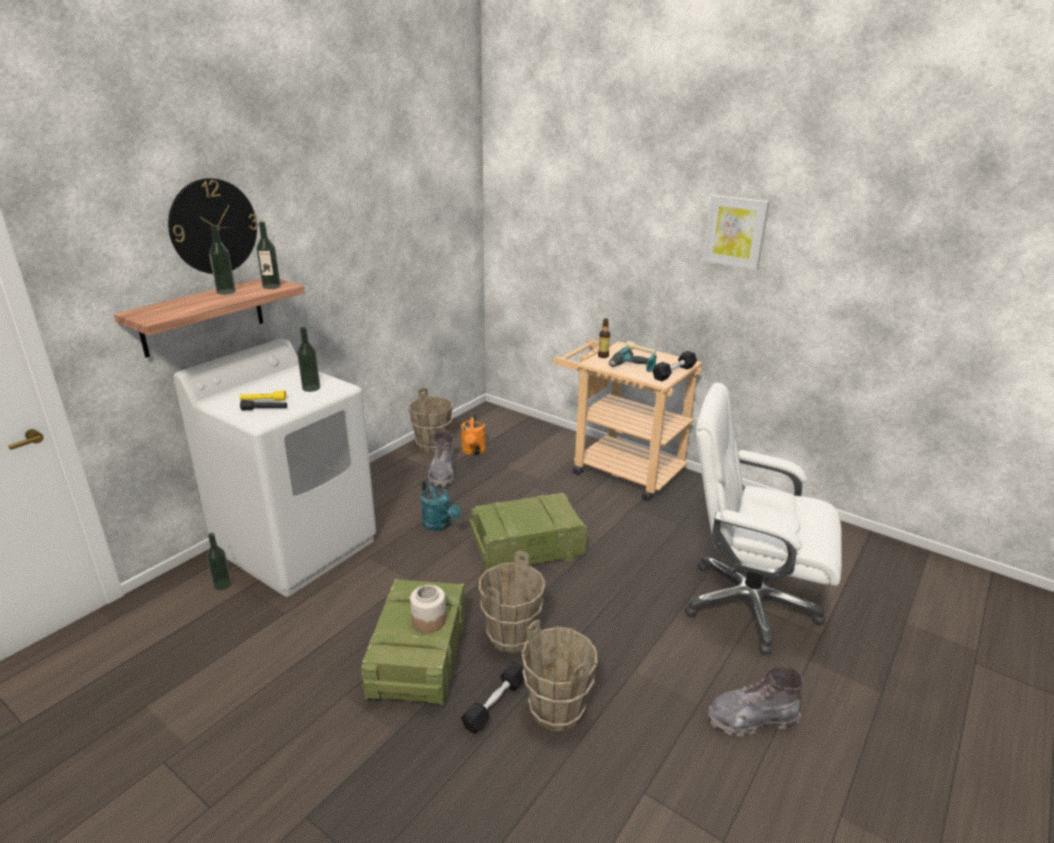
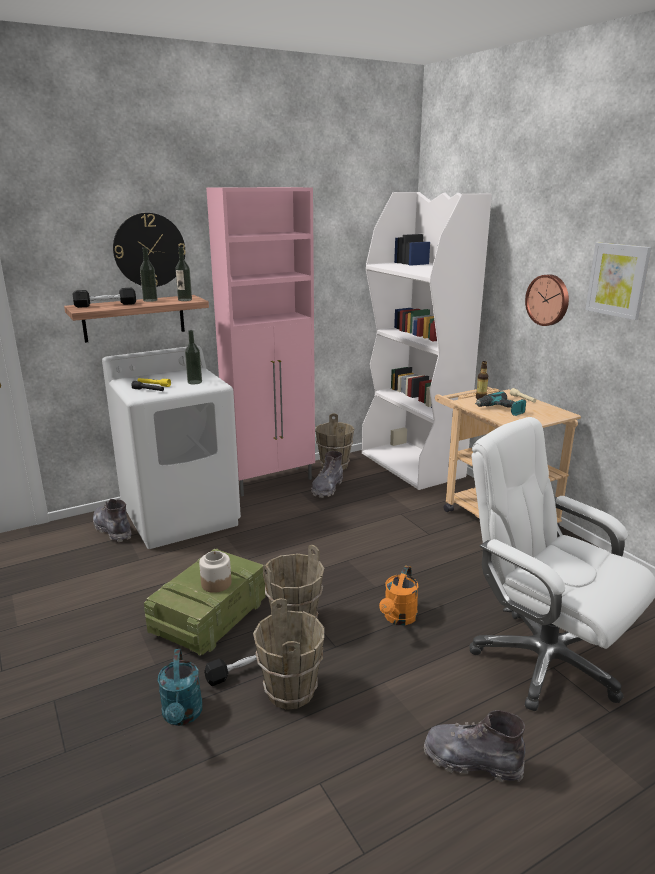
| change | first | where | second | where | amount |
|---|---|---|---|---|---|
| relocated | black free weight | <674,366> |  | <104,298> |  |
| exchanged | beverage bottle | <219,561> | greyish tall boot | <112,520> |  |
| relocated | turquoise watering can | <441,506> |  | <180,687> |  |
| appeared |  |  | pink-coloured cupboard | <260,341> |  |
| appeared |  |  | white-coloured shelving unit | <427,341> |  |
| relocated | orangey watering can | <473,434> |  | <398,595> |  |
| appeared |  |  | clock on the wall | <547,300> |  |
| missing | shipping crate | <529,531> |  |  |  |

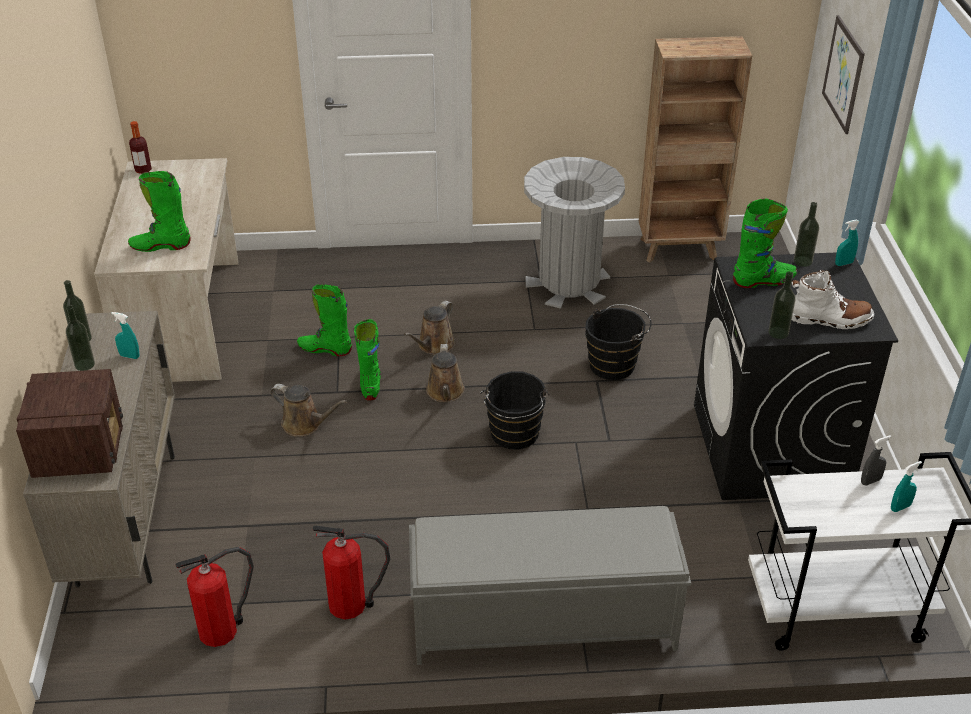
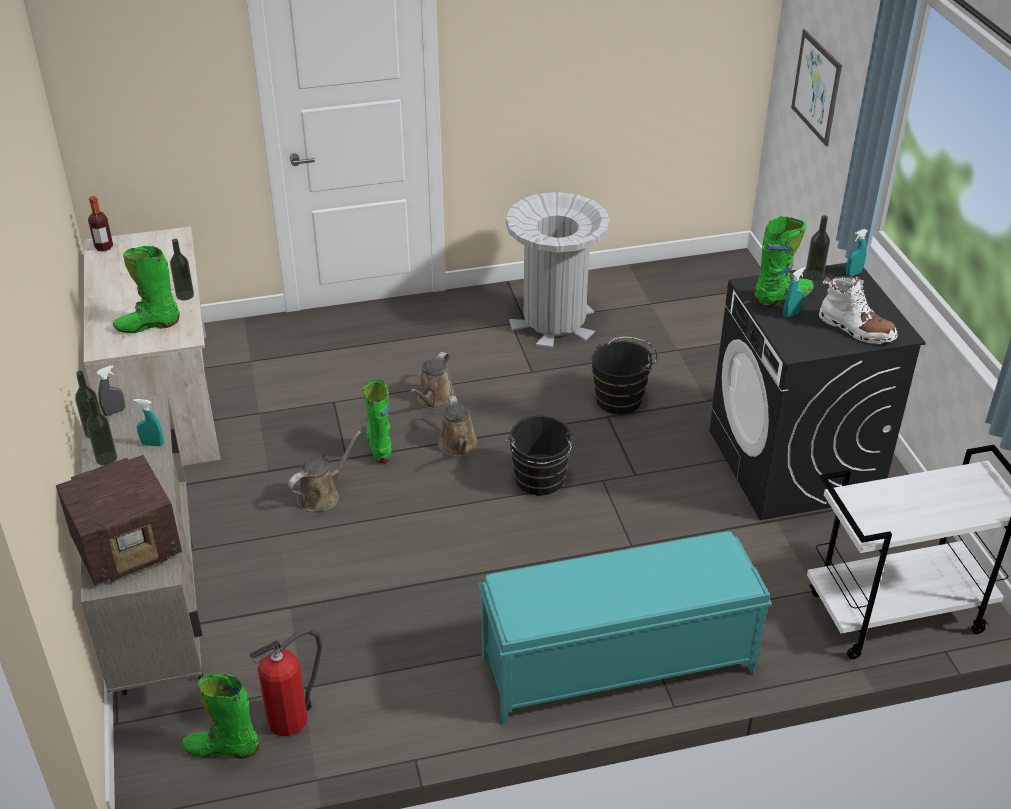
| change | first | where | second | where | amount |
|---|---|---|---|---|---|
| spun | radio receiver | <69,423> |  | <119,520> | 75 degrees clockwise |
| relocated | greyish sprayer | <876,460> |  | <111,390> |  |
| relocated | beverage bottle | <781,305> |  | <182,269> |  |
| relocated | green tall boot | <324,320> |  | <220,716> |  |
| spun | brown-coloured watering can | <308,410> |  | <324,471> | 60 degrees counterclockwise |
| colour | greyish indoor bench | <550,585> | turquoise indoor bench | <625,627> |  |
| relocated | turquoise sprayer | <906,486> |  | <794,292> |  |
| spun | white-coloured tall boot | <833,299> |  | <858,310> | 45 degrees clockwise |
| missing | extinguisher | <351,573> |  |  |  |
| missing | brown-coloured shelving unit | <695,149> |  |  |  |

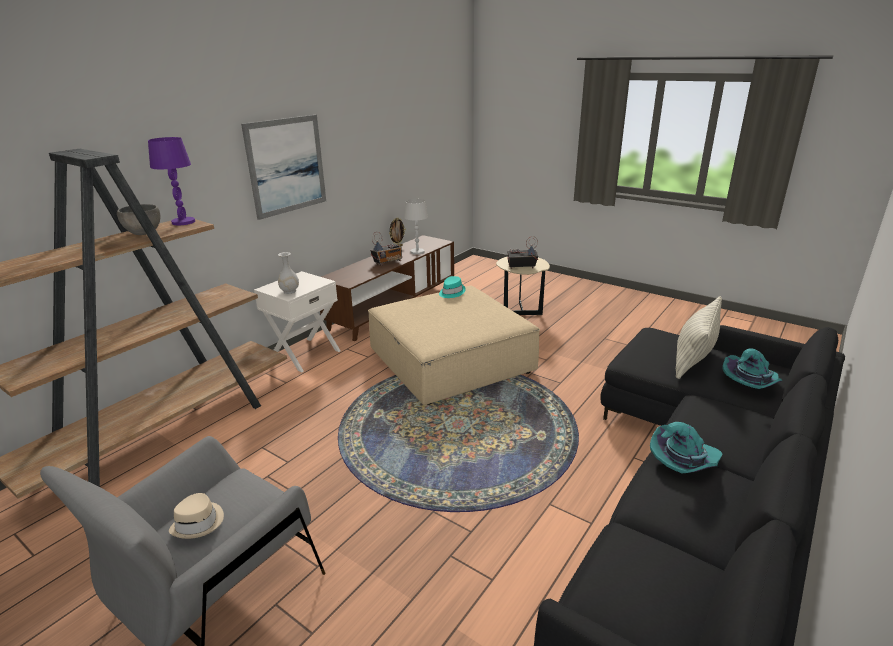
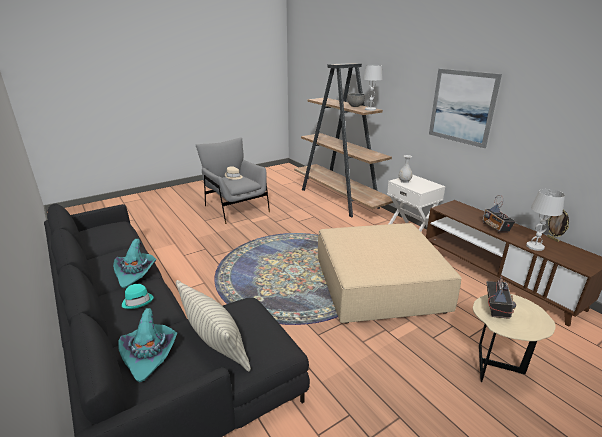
| change | first | where | second | where | amount |
|---|---|---|---|---|---|
| relocated | turquoise wearable hat | <452,287> |  | <138,296> |  |
| colour | purple tabletop lamp | <171,181> | white-coloured tabletop lamp | <373,88> |  |

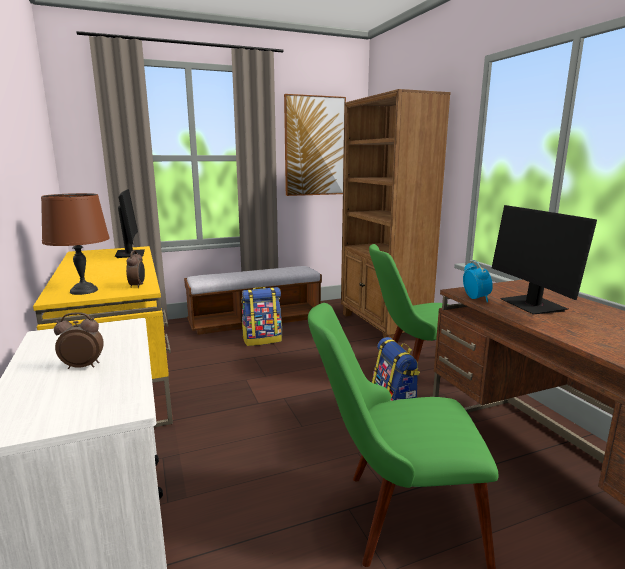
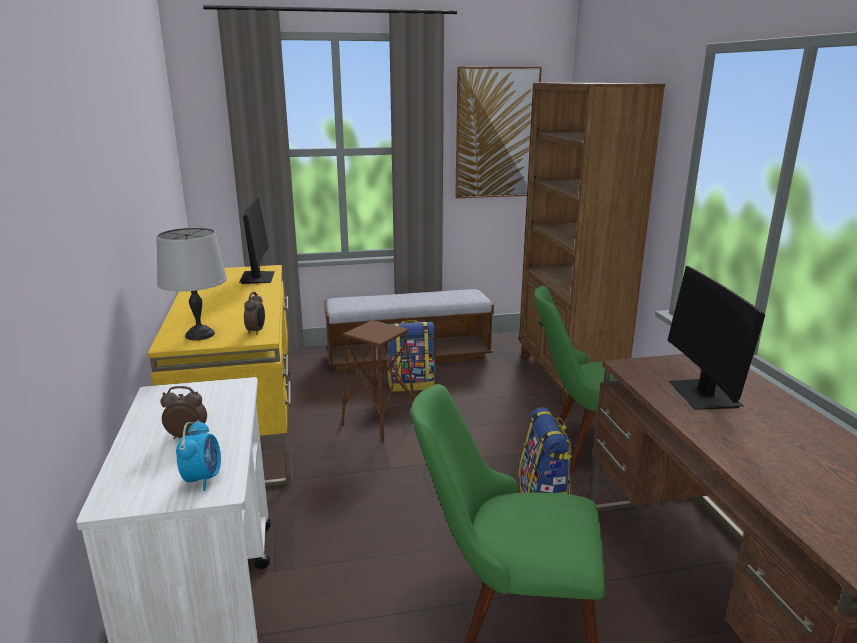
| change | first | where | second | where | amount |
|---|---|---|---|---|---|
| colour | brown-coloured tabletop lamp | <75,244> | greyish tabletop lamp | <191,284> |  |
| relocated | bedside clock | <478,281> |  | <198,455> |  |
| appeared |  |  | brown-coloured stool | <378,381> |  |

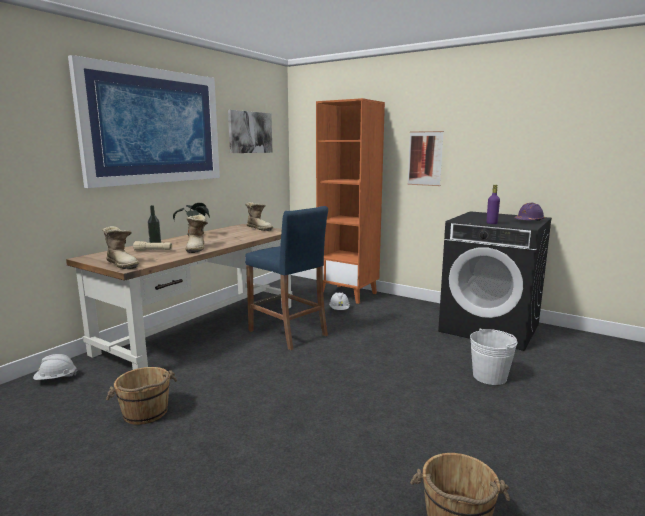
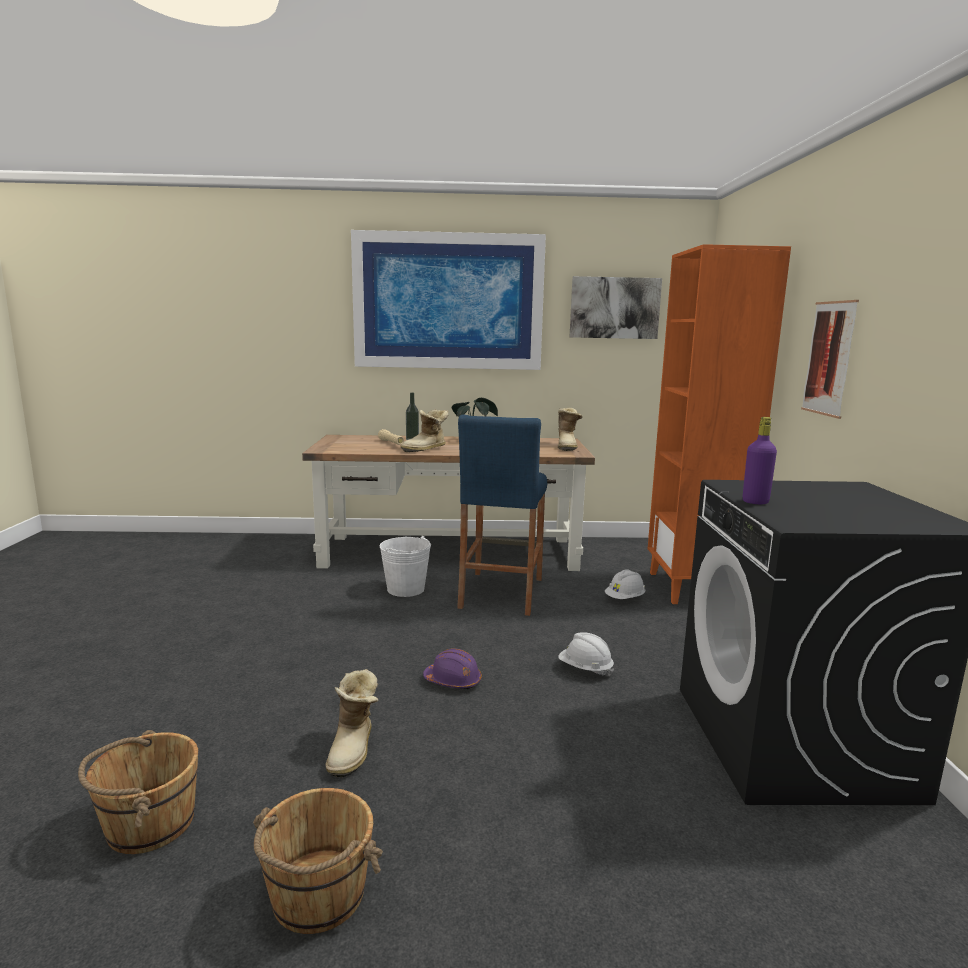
| change | first | where | second | where | amount |
|---|---|---|---|---|---|
| relocated | brown-coloured pail | <141,396> |  | <318,861> |  |
| relocated | tall boot | <120,247> |  | <352,723> |  |
| relocated | white-coloured pail | <494,356> |  | <405,566> |  |
| relocated | purple work helmet | <529,211> |  | <452,668> |  |
| relocated | white-coloured work helmet | <55,367> |  | <586,654> |  |

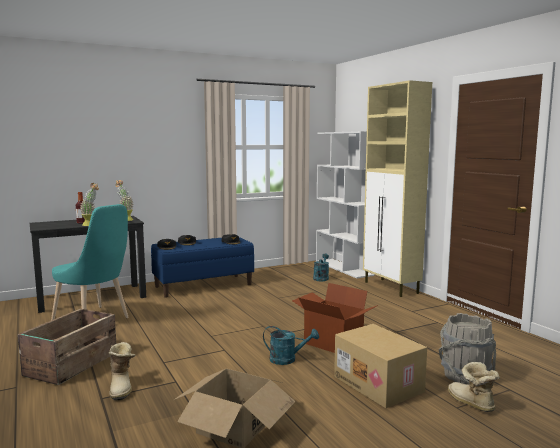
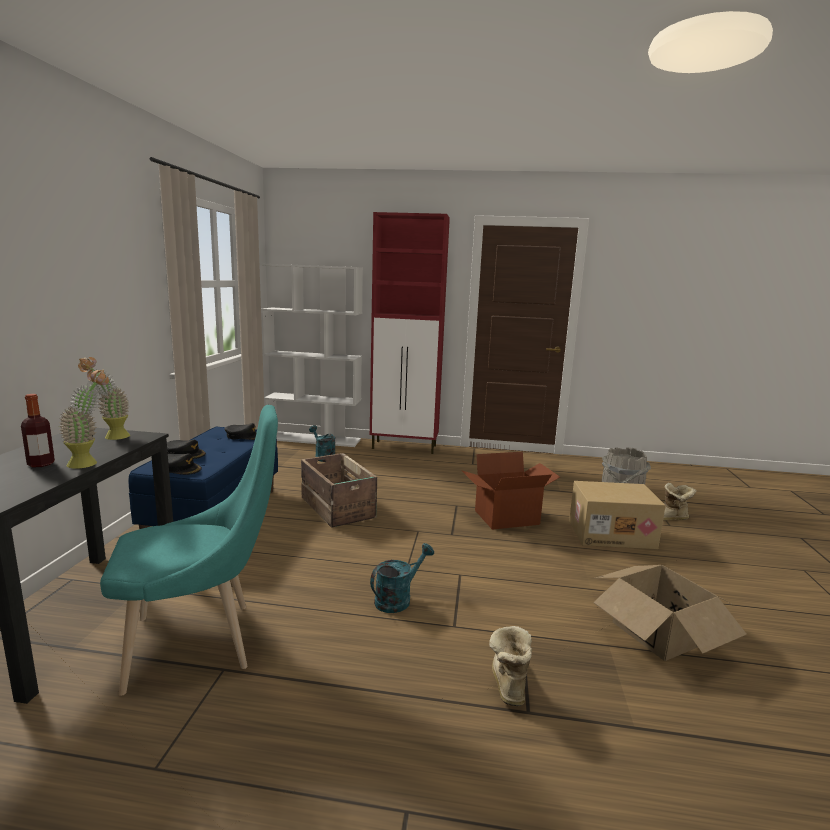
| change | first | where | second | where | amount |
|---|---|---|---|---|---|
| relocated | shipping crate | <67,347> |  | <339,490> |  |
| colour | beige-coloured cupboard | <397,188> | reddish cupboard | <410,333> |  |
| relocated | turquoise watering can | <291,345> |  | <402,578> |  |
| spun | tall boot | <122,371> |  | <510,666> | 105 degrees counterclockwise |

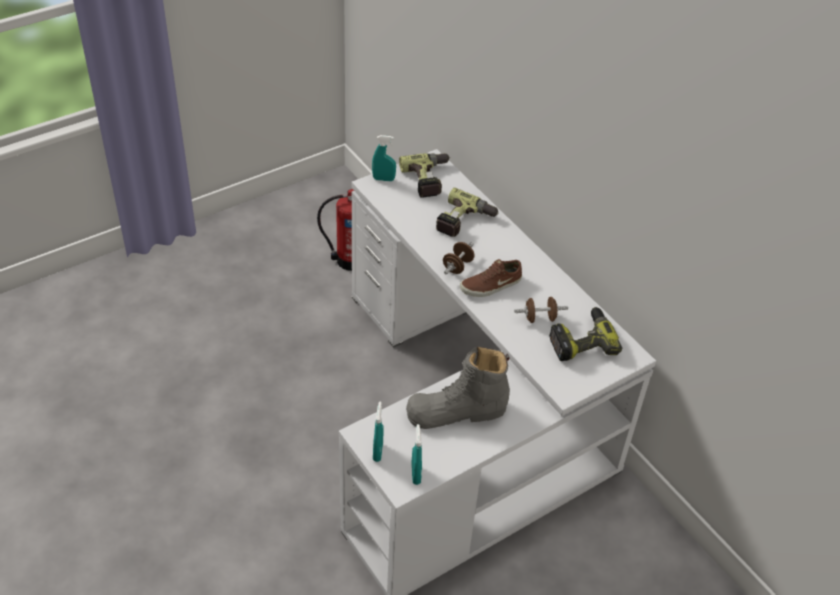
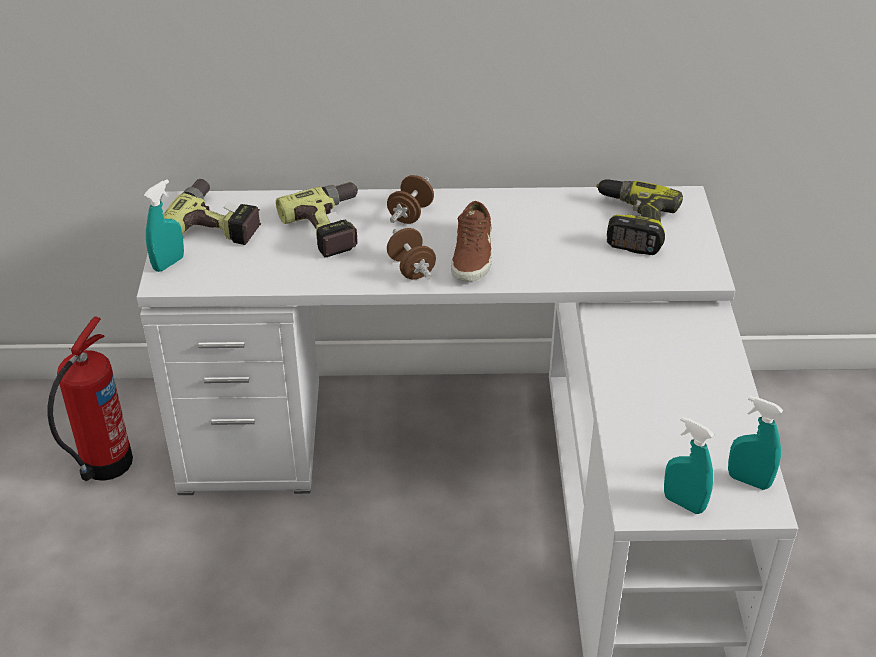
| change | first | where | second | where | amount |
|---|---|---|---|---|---|
| relocated | brown-coloured free weight | <541,310> |  | <410,199> |  |
| missing | greyish tall boot | <458,387> |  |  |  |

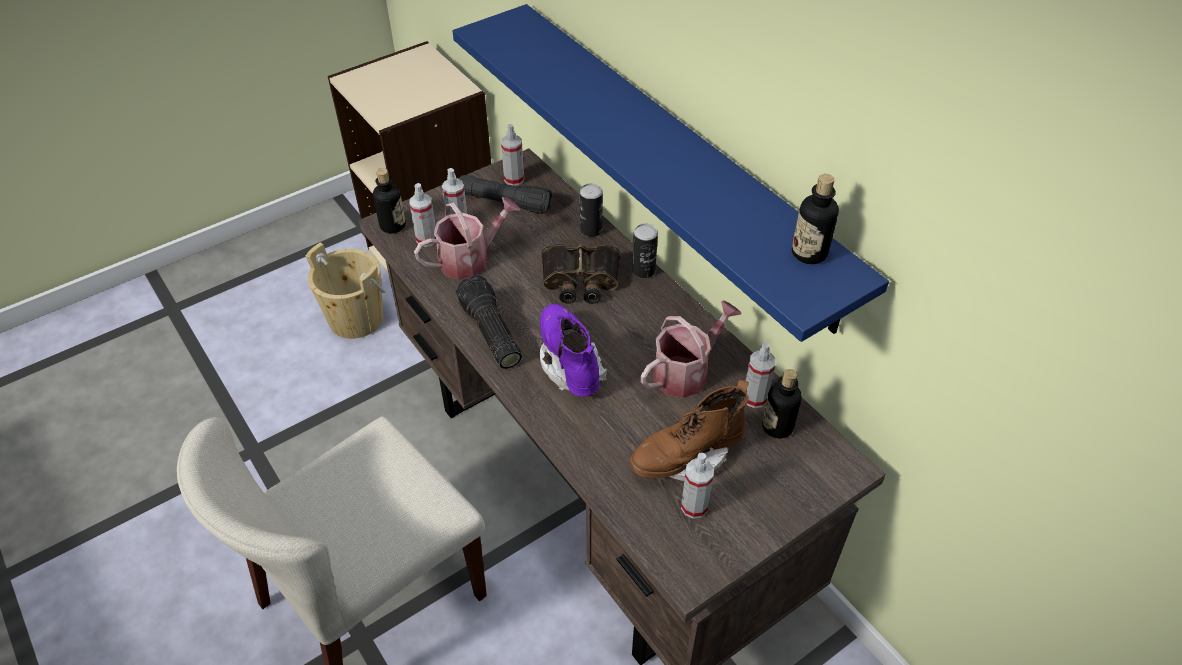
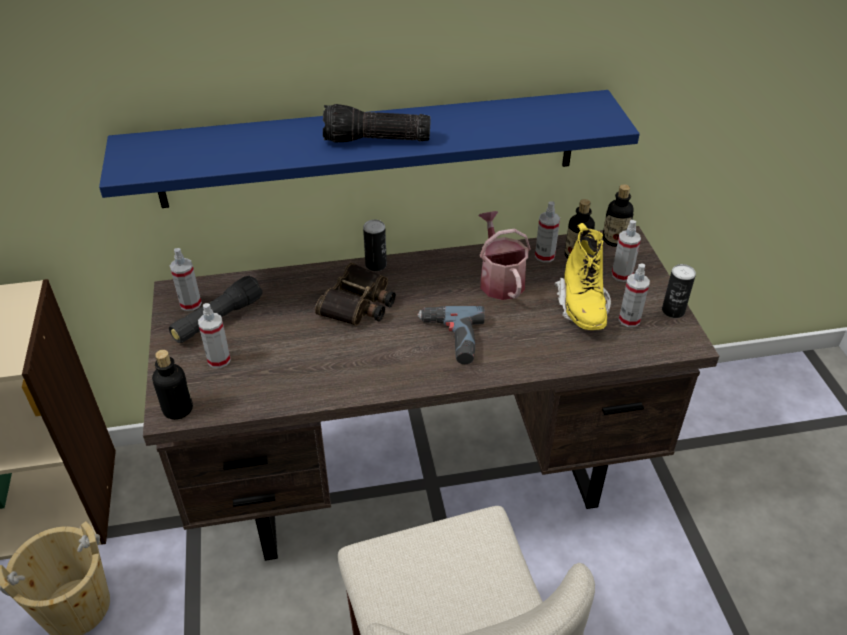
| change | first | where | second | where | amount |
|---|---|---|---|---|---|
| relocated | hand torch | <489,322> |  | <376,123> |  |
| exchanged | purple tall boot | <573,350> | power drill | <451,335> |  |
| colour | brown-coloured tall boot | <689,430> | yellowish tall boot | <583,276> |  |
| relocated | beverage bottle | <815,219> |  | <618,215> |  |
| relocated | sprayer | <422,215> |  | <626,251> |  |
| relocated | can | <591,210> |  | <679,291> |  |
| missing | watering can | <467,238> |  |  |  |

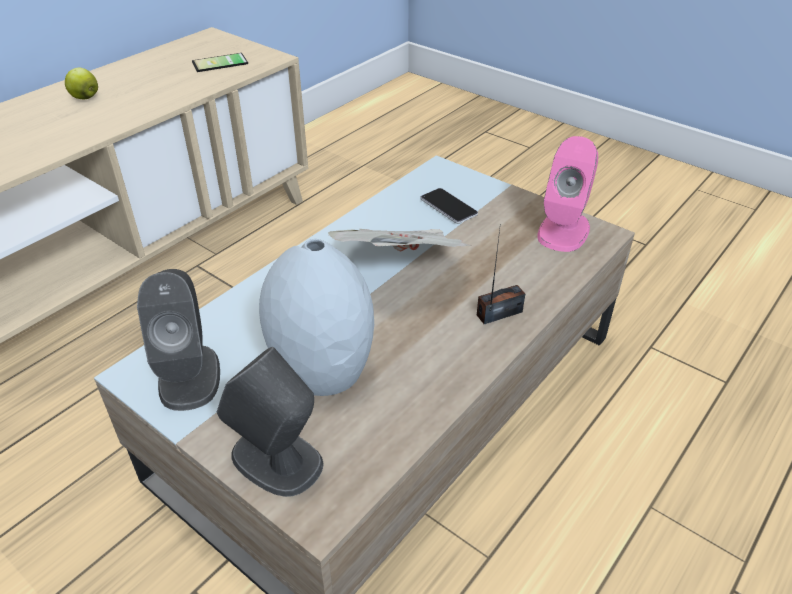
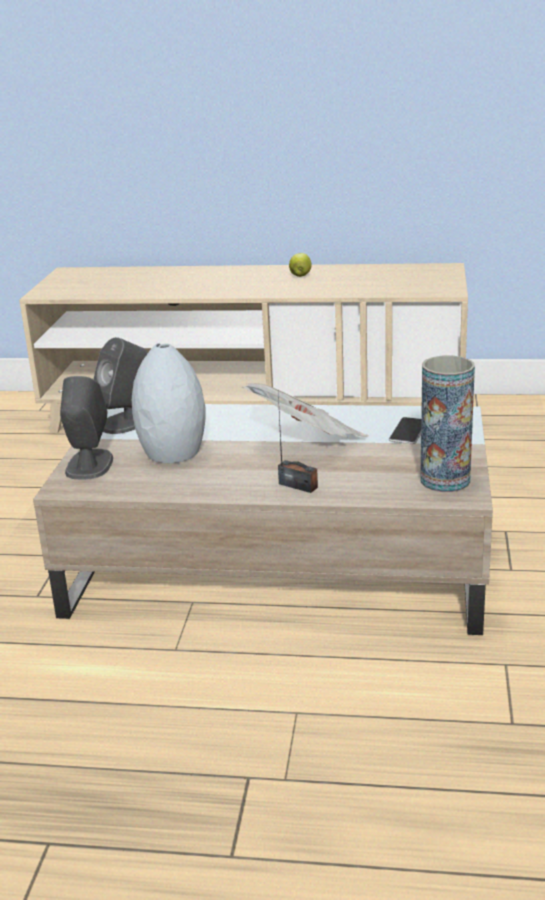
| change | first | where | second | where | amount |
|---|---|---|---|---|---|
| exchanged | pink-coloured loudspeaker | <568,194> | decorative vase | <447,423> |  |
| missing | handset | <220,62> |  |  |  |

